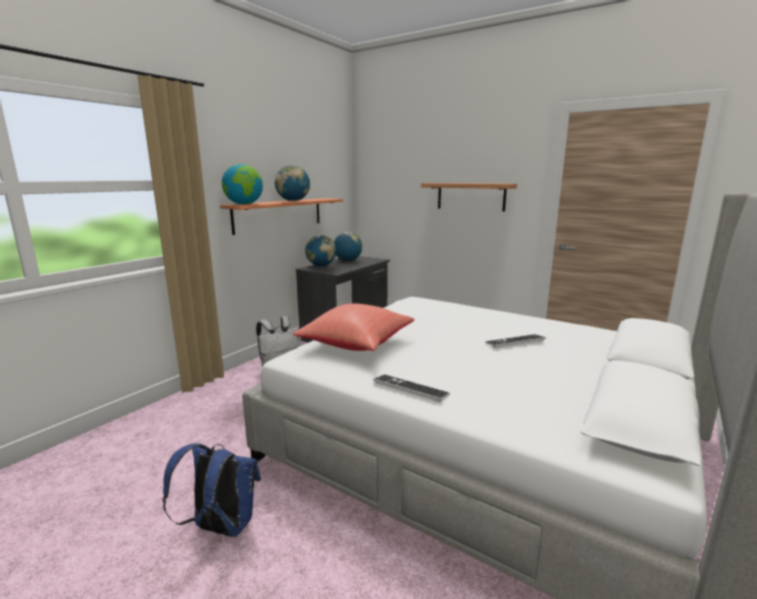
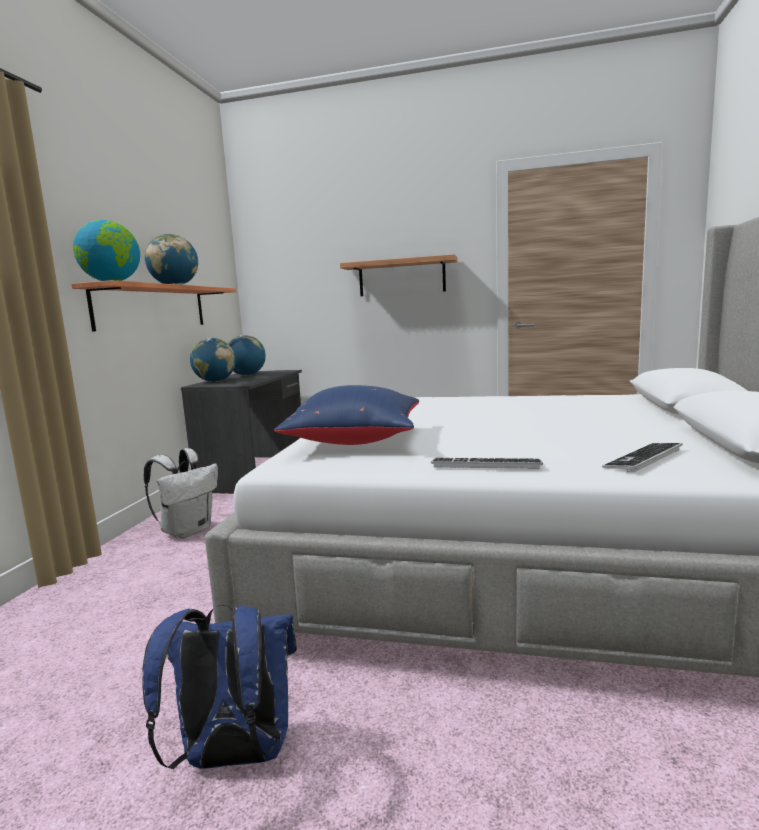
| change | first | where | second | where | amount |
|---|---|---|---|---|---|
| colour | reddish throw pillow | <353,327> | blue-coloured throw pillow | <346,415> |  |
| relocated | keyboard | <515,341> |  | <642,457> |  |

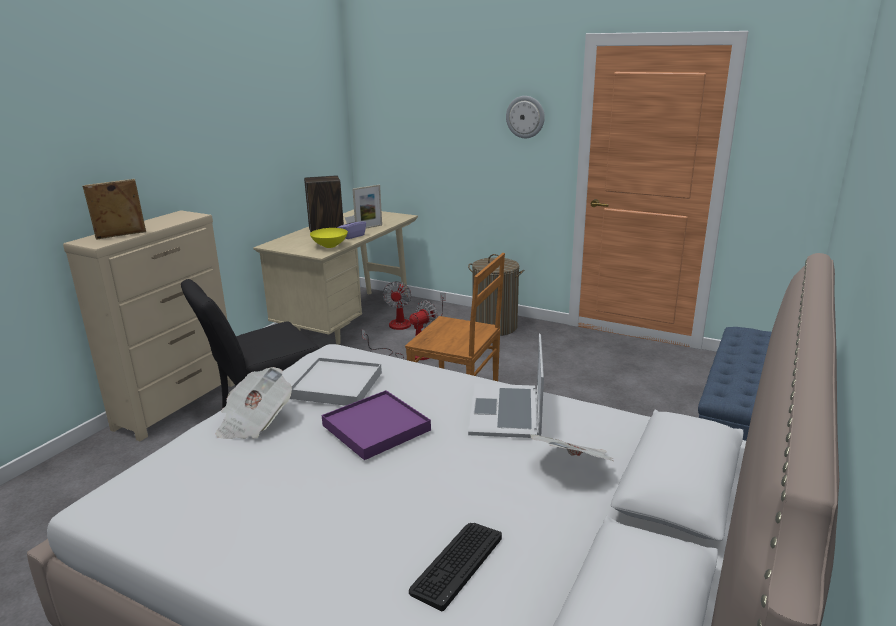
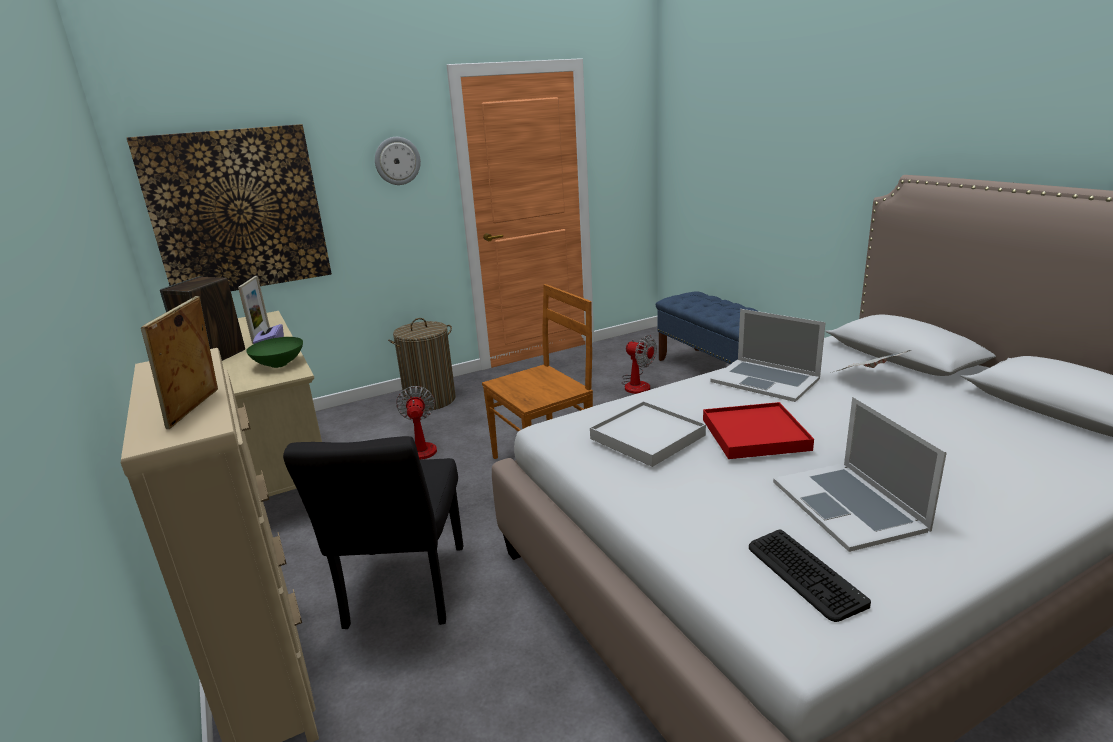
| change | first | where | second | where | amount |
|---|---|---|---|---|---|
| appeared |  |  | wall art | <229,207> |  |
| colour | yellowish serving bowl | <329,238> | green serving bowl | <274,352> |  |
| relocated | fan | <414,305> |  | <639,364> |  |
| colour | purple carrying tray | <376,425> | reddish carrying tray | <758,430> |  |
| relocated | keyboard | <455,567> |  | <810,575> |  |
| appeared |  |  | portable computer | <860,474> |  |
| missing | daily paper | <254,403> |  |  |  |

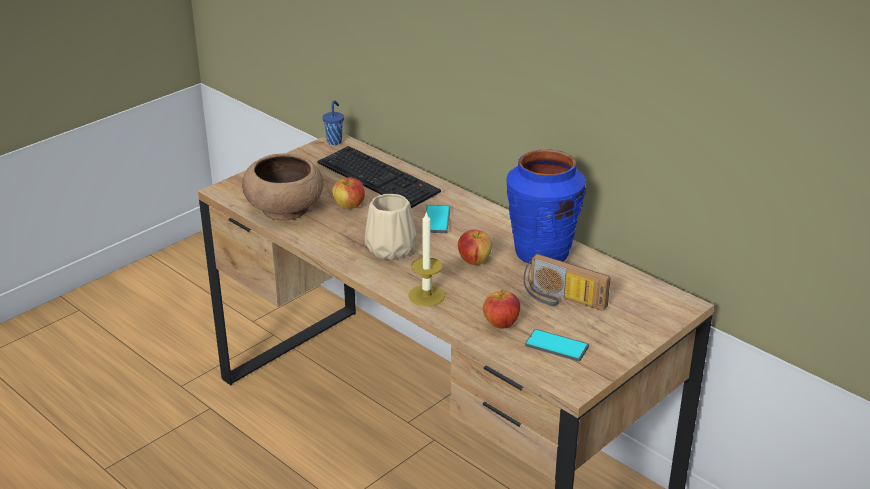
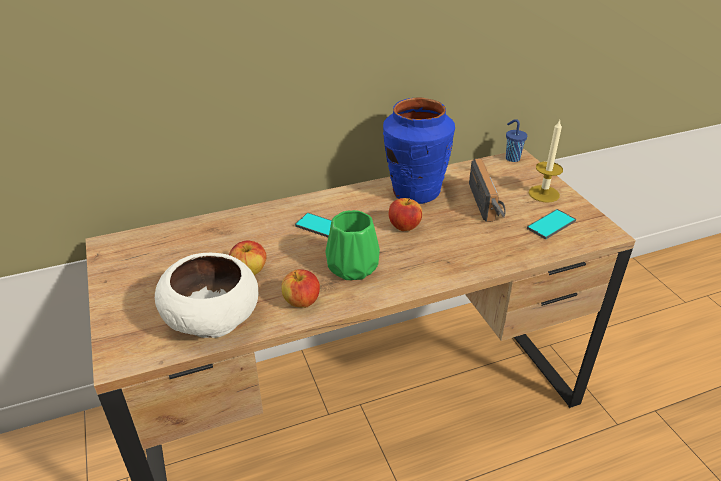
| change | first | where | second | where | amount |
|---|---|---|---|---|---|
| colour | brown-coloured serving bowl | <282,187> | white-coloured serving bowl | <206,295> |  |
| relocated | apple | <501,309> |  | <301,288> |  |
| colour | beige-coloured decorative vase | <391,227> | green decorative vase | <353,245> |  |
| spun | radio receiver | <566,282> |  | <487,190> | 60 degrees counterclockwise |
| relocated | blue-coloured cup | <333,123> |  | <516,140> |  |
| relocated | wax candle | <427,258> |  | <546,161> |  |
| missing | keyboard | <379,177> |  |  |  |

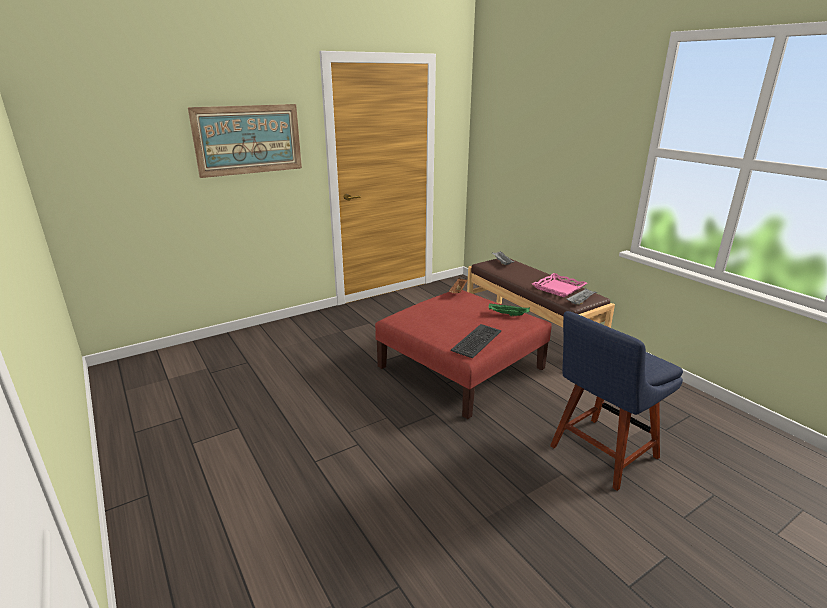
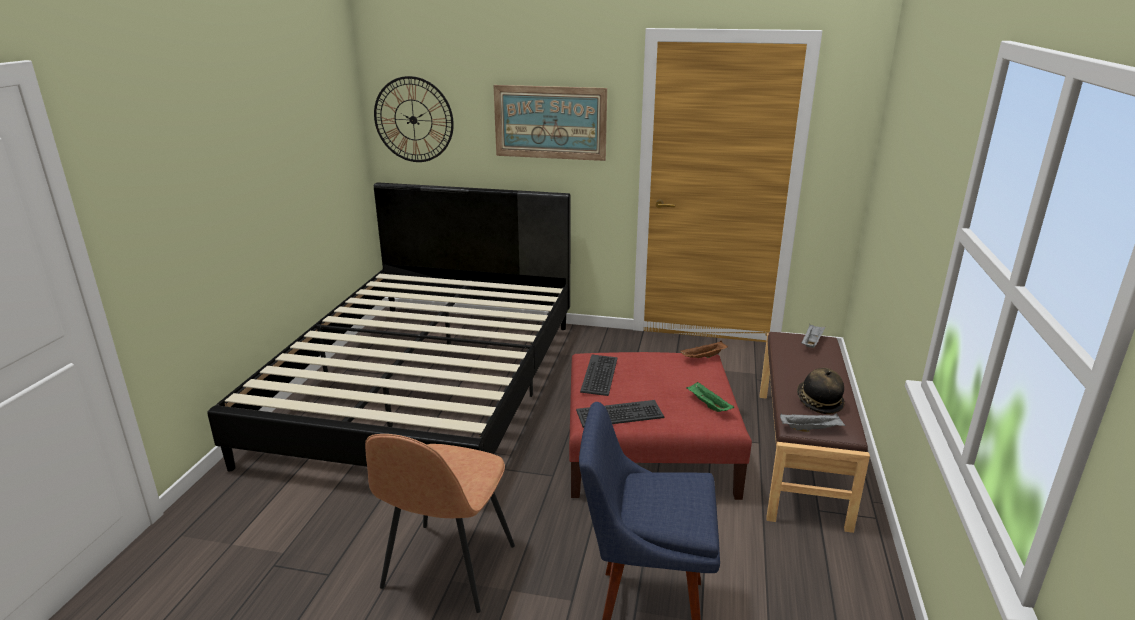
| change | first | where | second | where | amount |
|---|---|---|---|---|---|
| appeared |  |  | black sleeping bed | <388,327> |  |
| appeared |  |  | brown-coloured upright chair | <440,523> |  |
| appeared |  |  | clock on the wall | <414,119> |  |
| appeared |  |  | keyboard | <598,375> |  |
| exchanged | pink-coloured carrying tray | <559,285> | wearable hat | <821,391> |  |

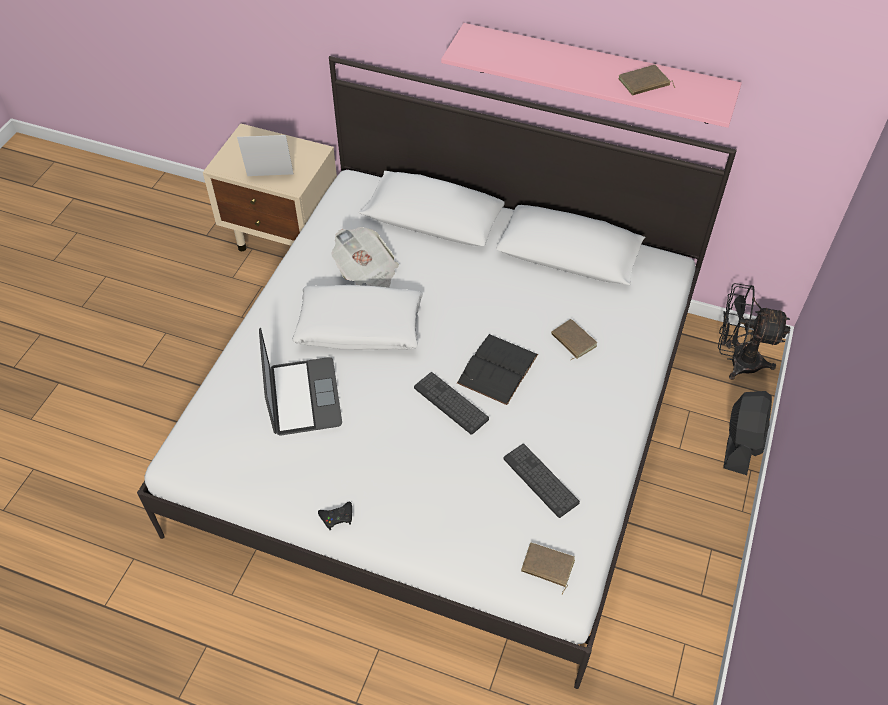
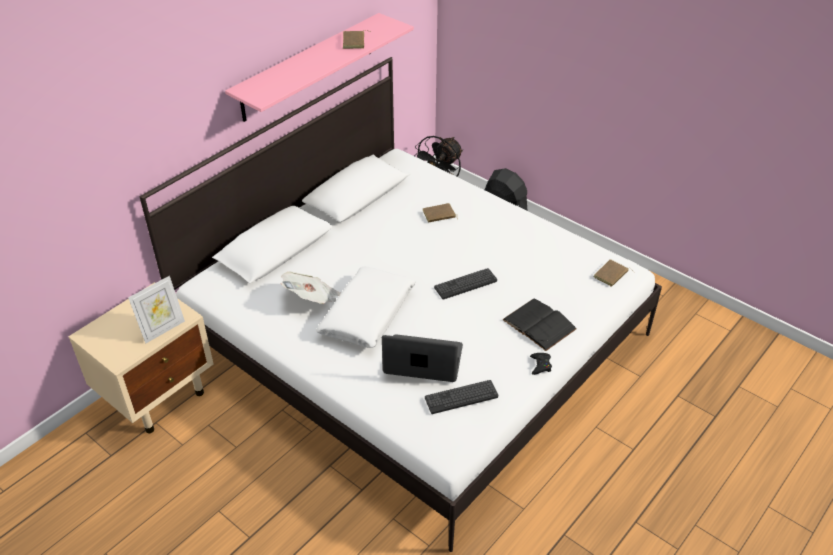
| change | first | where | second | where | amount |
|---|---|---|---|---|---|
| spun | photo frame | <265,155> |  | <156,309> | 150 degrees counterclockwise |
| relocated | keyboard | <542,481> |  | <461,397> |  |
| relocated | black book | <497,369> |  | <539,325> |  |

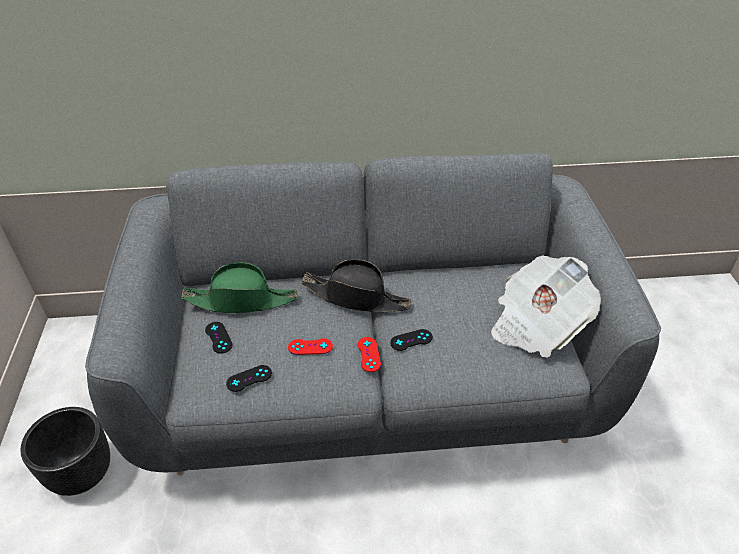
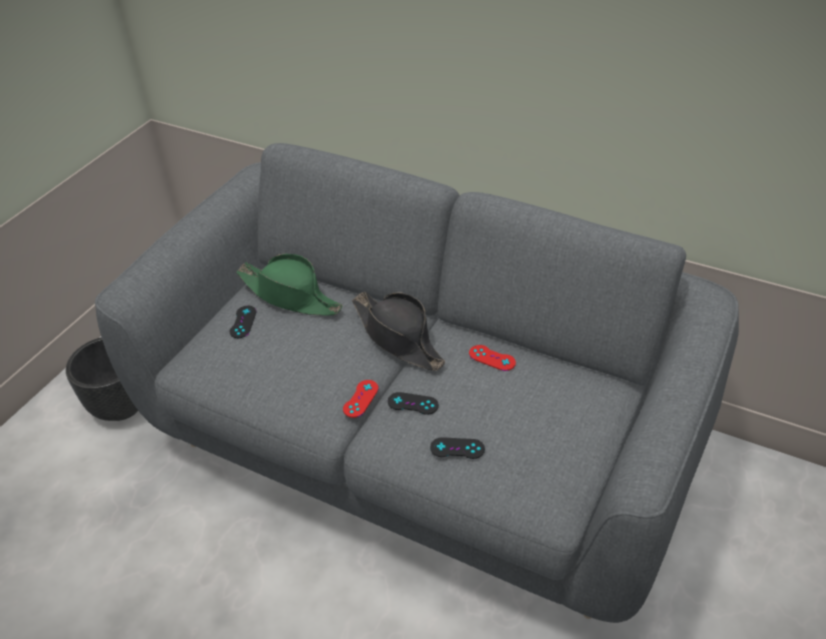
| change | first | where | second | where | amount |
|---|---|---|---|---|---|
| relocated | black gamepad | <249,378> |  | <457,448> |  |
| relocated | reddish gamepad | <310,346> |  | <492,358> |  |
| missing | daily paper | <546,306> |  |  |  |

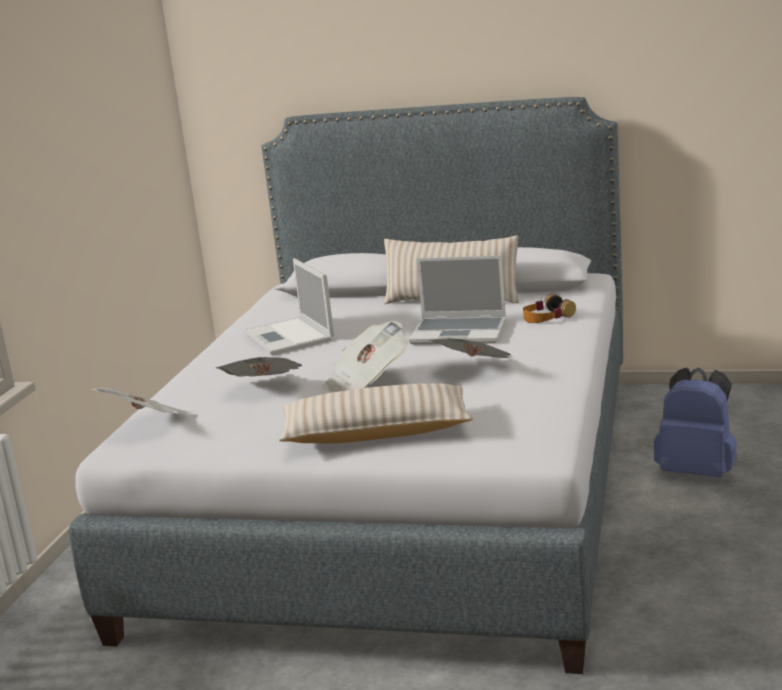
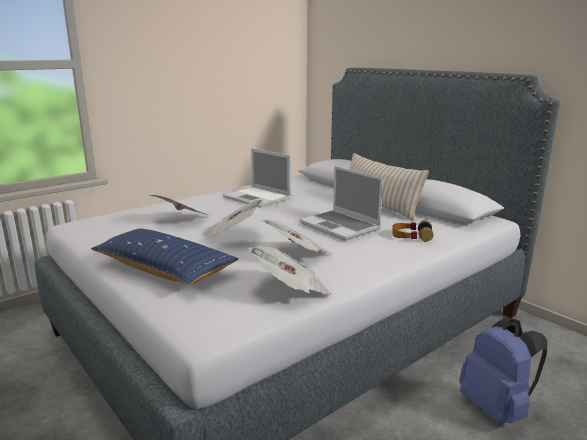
| change | first | where | second | where | amount |
|---|---|---|---|---|---|
| colour | beige-coloured throw pillow | <376,413> | blue-coloured throw pillow | <165,256> |  |
| spun | portable computer | <288,307> |  | <257,178> | 60 degrees counterclockwise |
| relocated | daily paper | <141,400> |  | <290,270> |  |

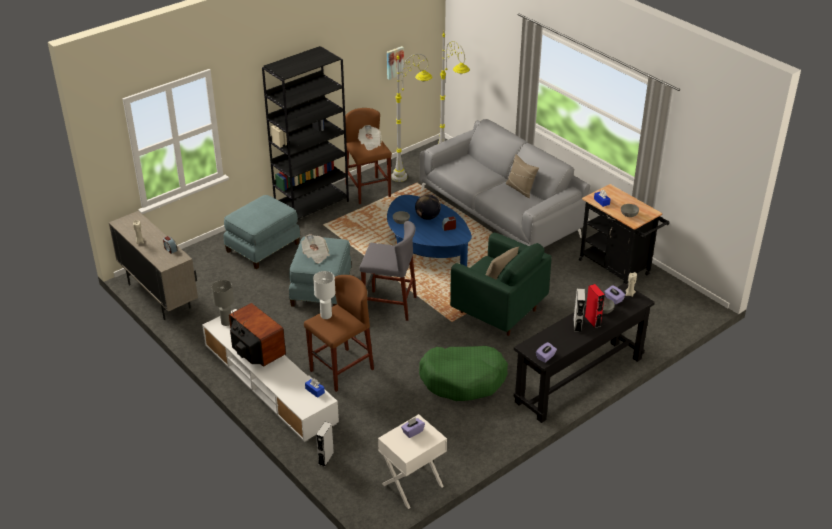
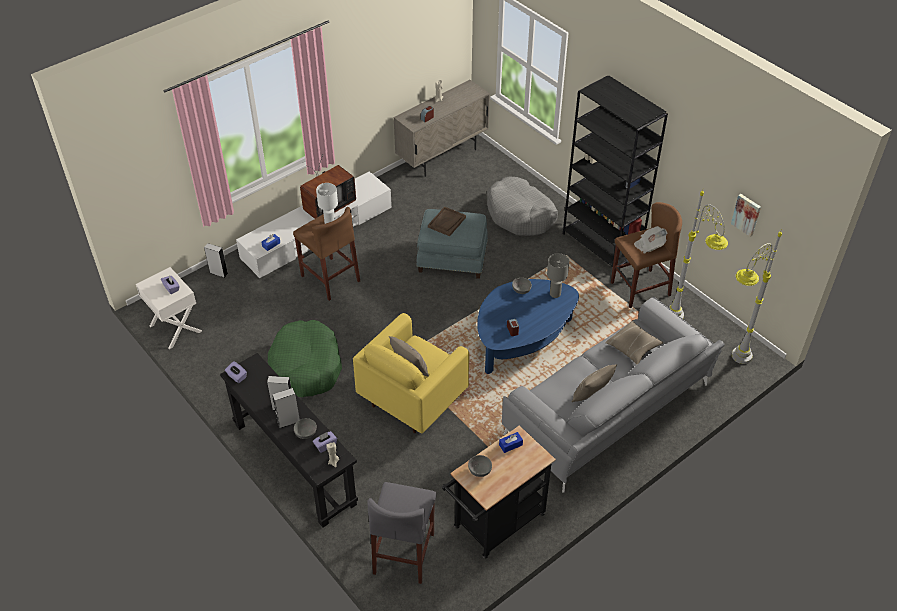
| change | first | where | second | where | amount |
|---|---|---|---|---|---|
| colour | reddish loudspeaker | <595,306> | greyish loudspeaker | <286,408> |  |
| colour | green easy chair | <501,284> | yellowish easy chair | <411,373> |  |
| relocated | greyish stool | <388,271> |  | <401,533> |  |
| exchanged | daily paper | <315,249> | brown-coloured carrying tray | <447,221> |  |
| exchanged | blue-coloured ottoman | <262,232> | greyish dog bed | <522,206> |  |
| relocated | greyish tabletop lamp | <223,303> |  | <558,275> |  |
| appeared |  |  | beige-coloured throw pillow | <634,342> |  |
| missing | world globe | <428,207> |  |  |  |

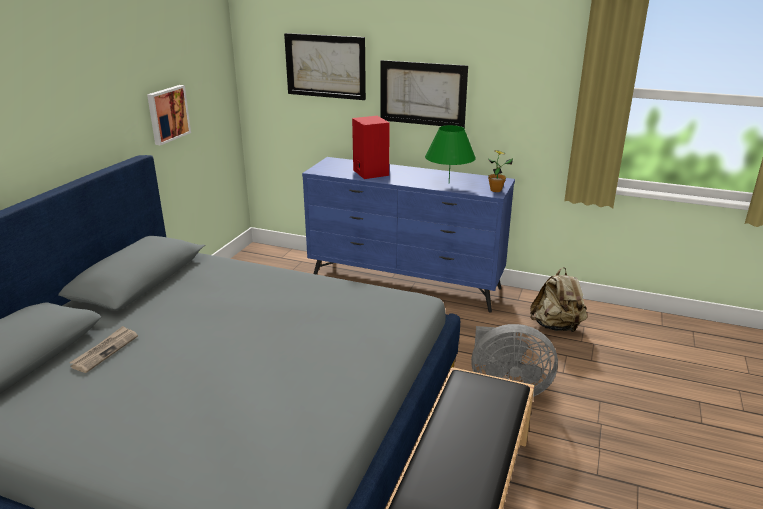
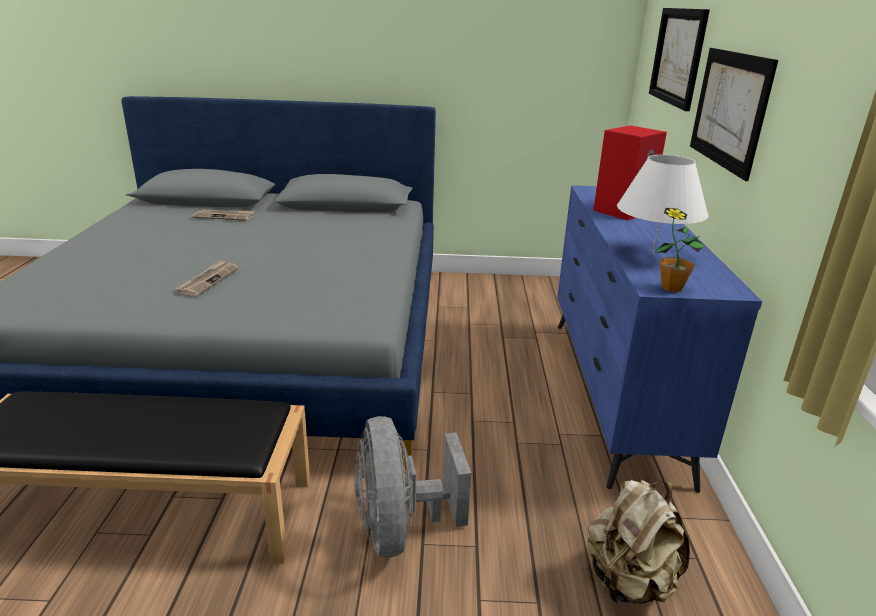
| change | first | where | second | where | amount |
|---|---|---|---|---|---|
| appeared |  |  | daily paper | <207,278> |  |
| colour | green tabletop lamp | <450,153> | white-coloured tabletop lamp | <662,205> |  |
| missing | wall art | <169,115> |  |  |  |

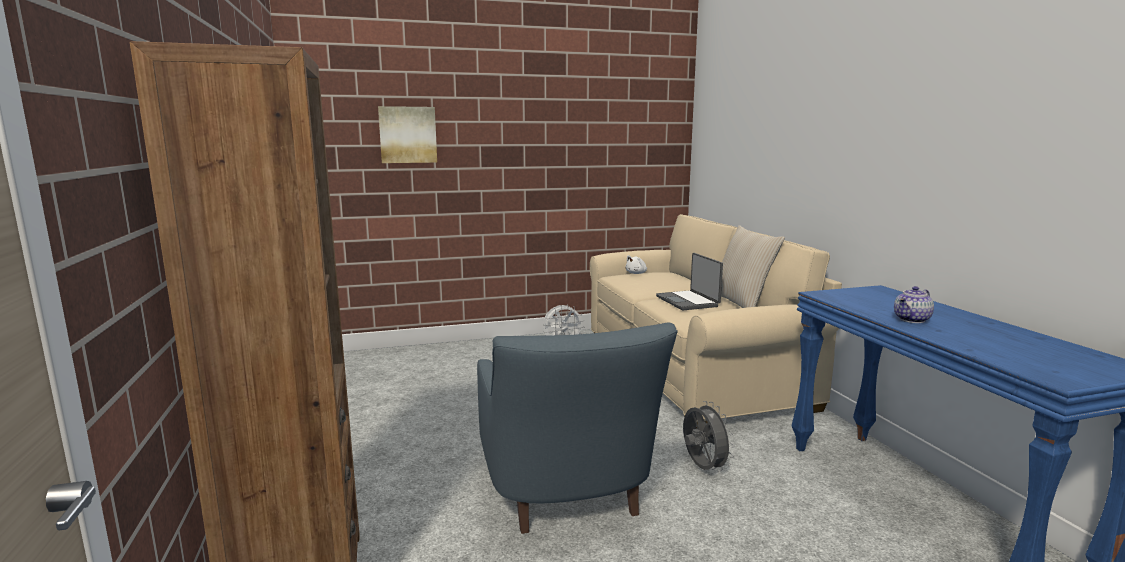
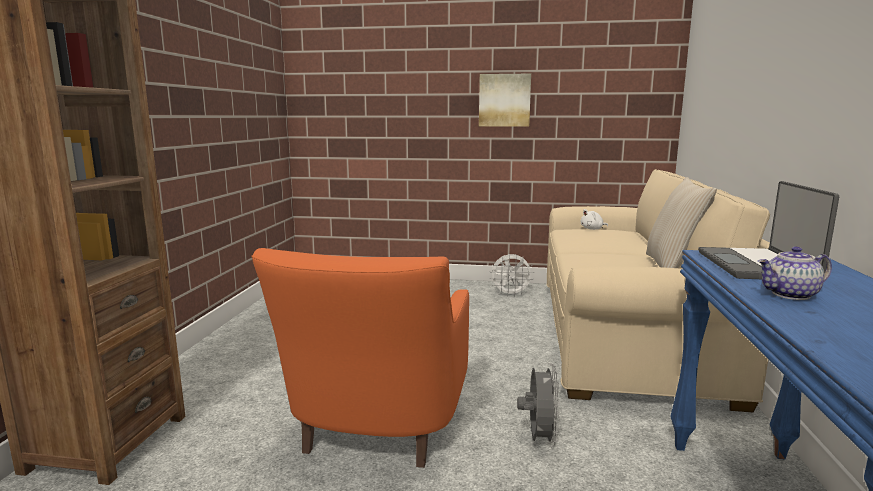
| change | first | where | second | where | amount |
|---|---|---|---|---|---|
| colour | blue-coloured easy chair | <577,428> | orangey easy chair | <360,358> |  |
| relocated | wall art | <407,134> |  | <505,100> |  |
| relocated | portable computer | <689,281> |  | <768,230> |  |

